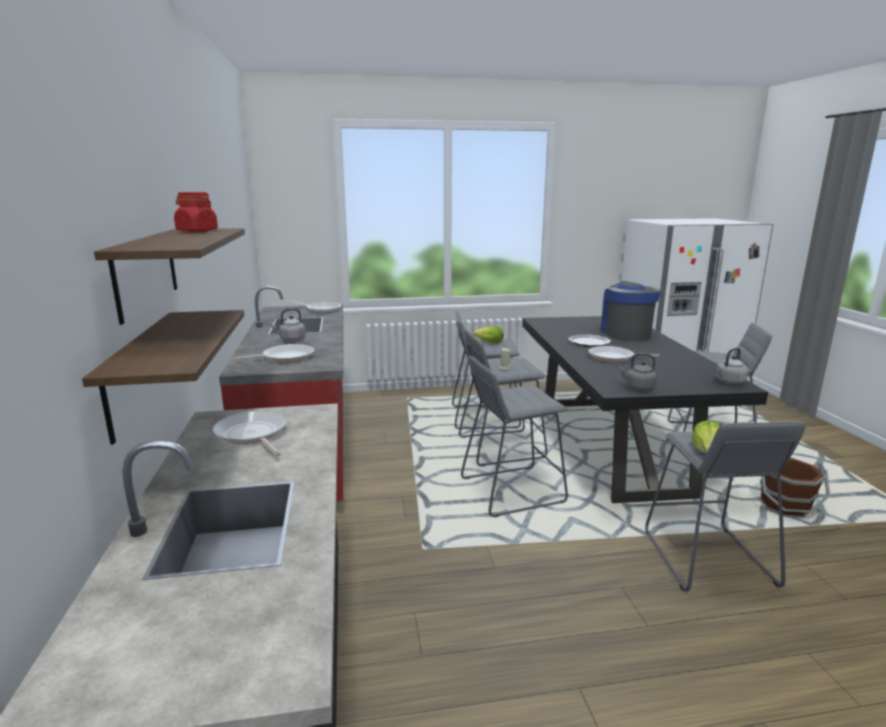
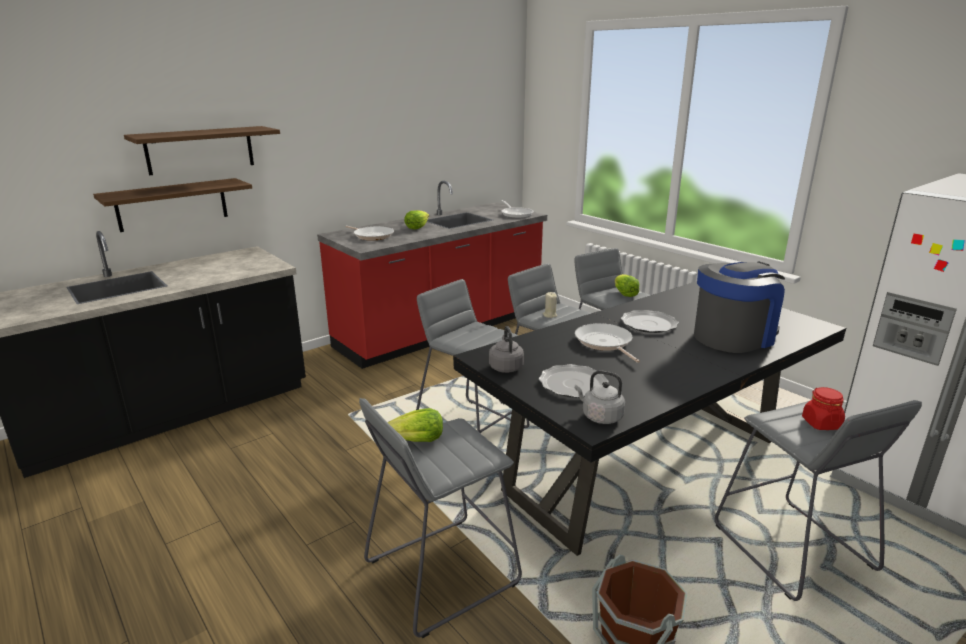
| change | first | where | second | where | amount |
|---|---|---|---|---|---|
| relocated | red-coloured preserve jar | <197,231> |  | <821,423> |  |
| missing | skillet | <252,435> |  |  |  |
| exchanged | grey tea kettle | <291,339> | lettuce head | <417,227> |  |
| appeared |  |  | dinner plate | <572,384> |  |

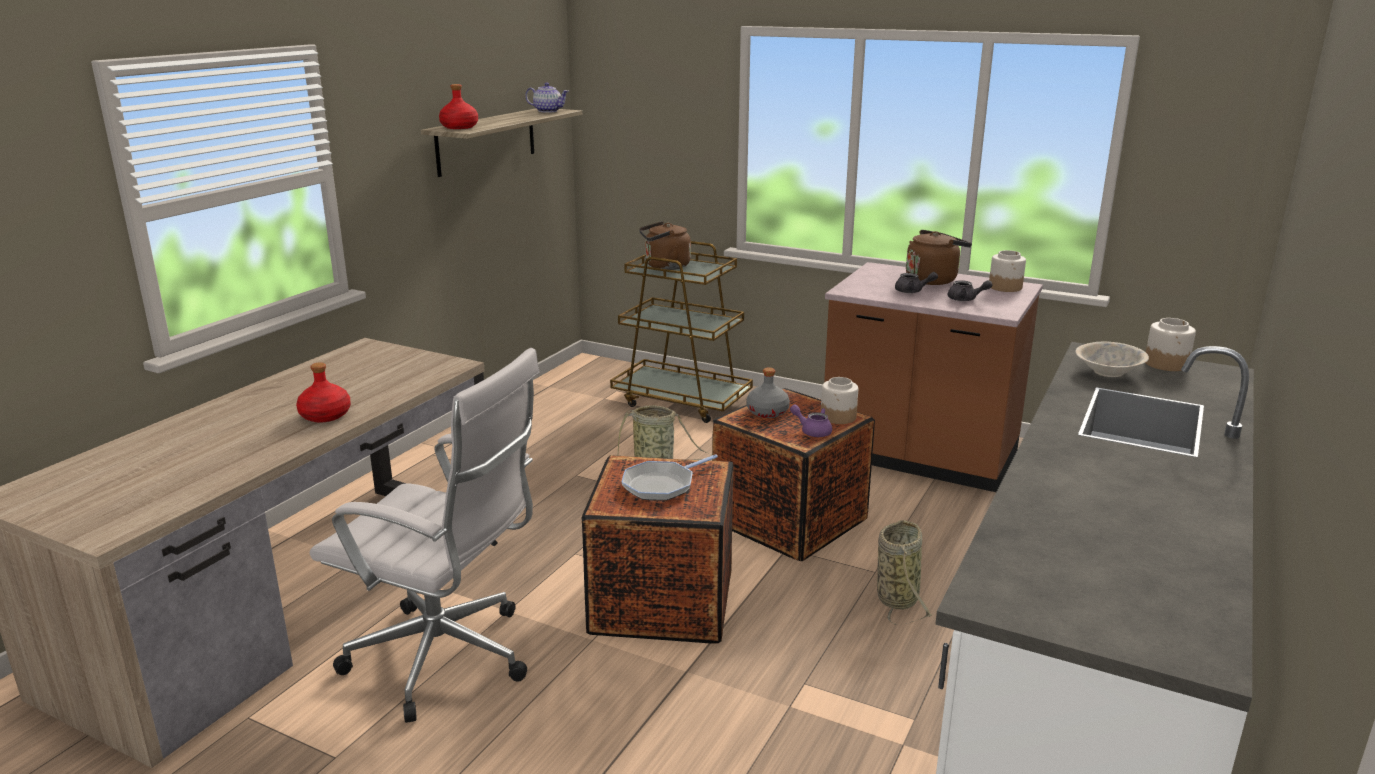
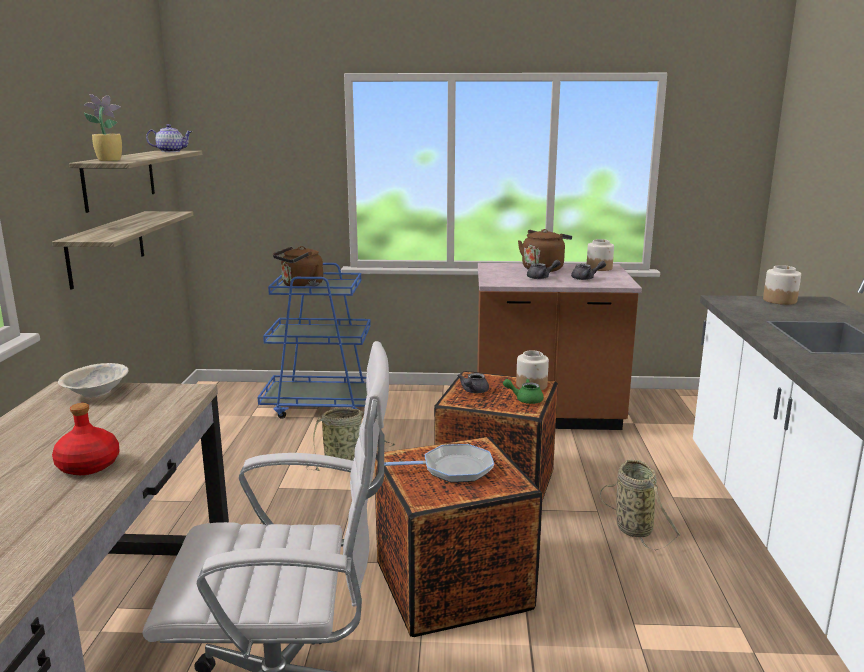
| change | first | where | second | where | amount |
|---|---|---|---|---|---|
| exchanged | red-coloured drink bottle | <459,127> | houseplant | <108,160> |  |
| colour | brownish cart | <682,401> | blue-coloured cart | <323,406> |  |
| spun | skillet | <661,485> |  | <453,469> | 120 degrees counterclockwise |
| exchanged | grey drink bottle | <767,412> | grey pot for tea | <473,391> |  |
| colour | purple pot for tea | <812,431> | green pot for tea | <525,399> |  |
| relocated | sand-coloured deep dish | <1109,372> |  | <96,392> |  |
| appeared |  |  | shelf | <107,247> |  |

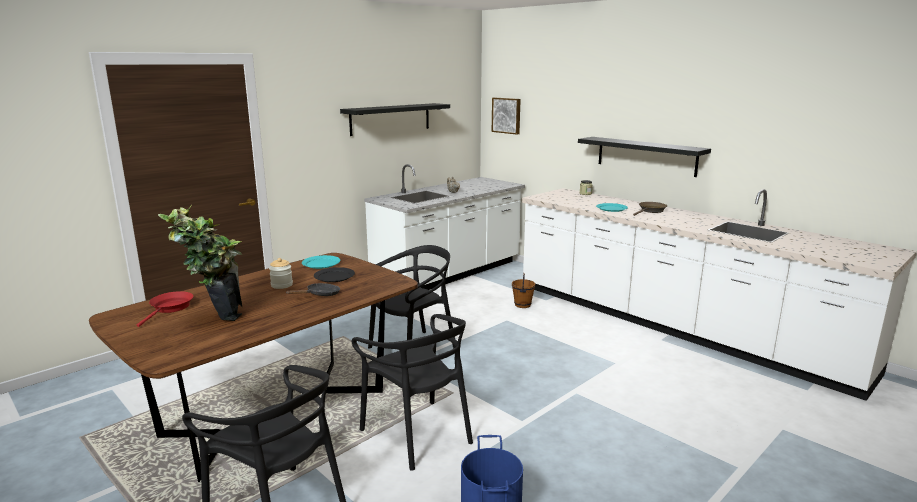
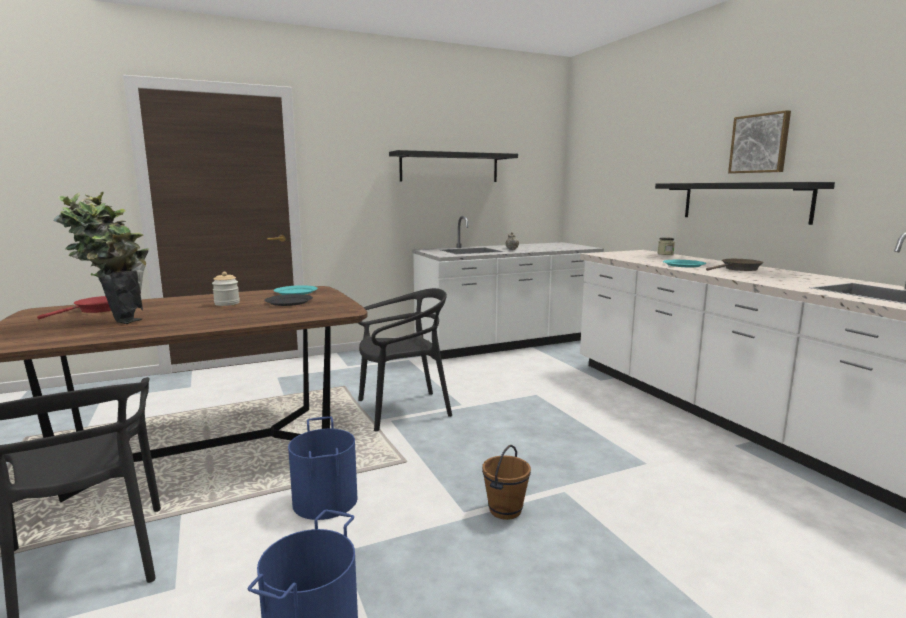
| change | first | where | second | where | amount |
|---|---|---|---|---|---|
| missing | black-coloured skillet | <320,295> |  |  |  |
| exchanged | black-coloured upright chair | <417,434> | blue-coloured water bucket | <324,501> |  |
| relocated | wall art | <507,115> |  | <760,143> |  |
| relocated | brownish water bucket | <523,305> |  | <506,510> |  |

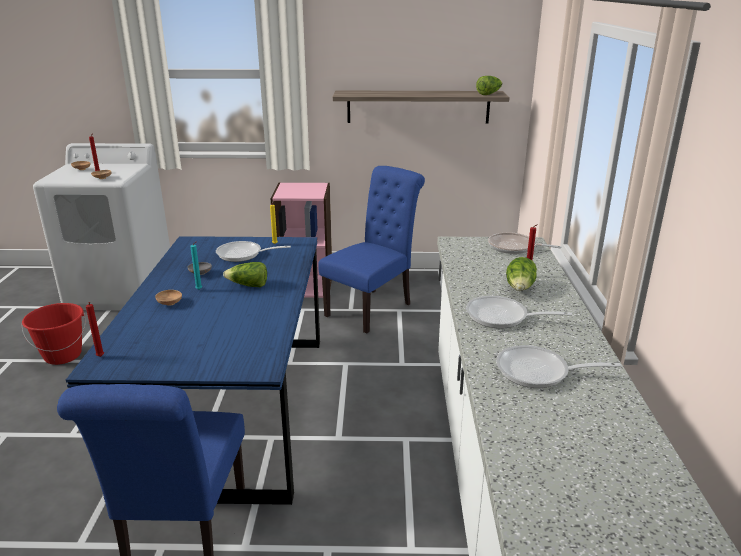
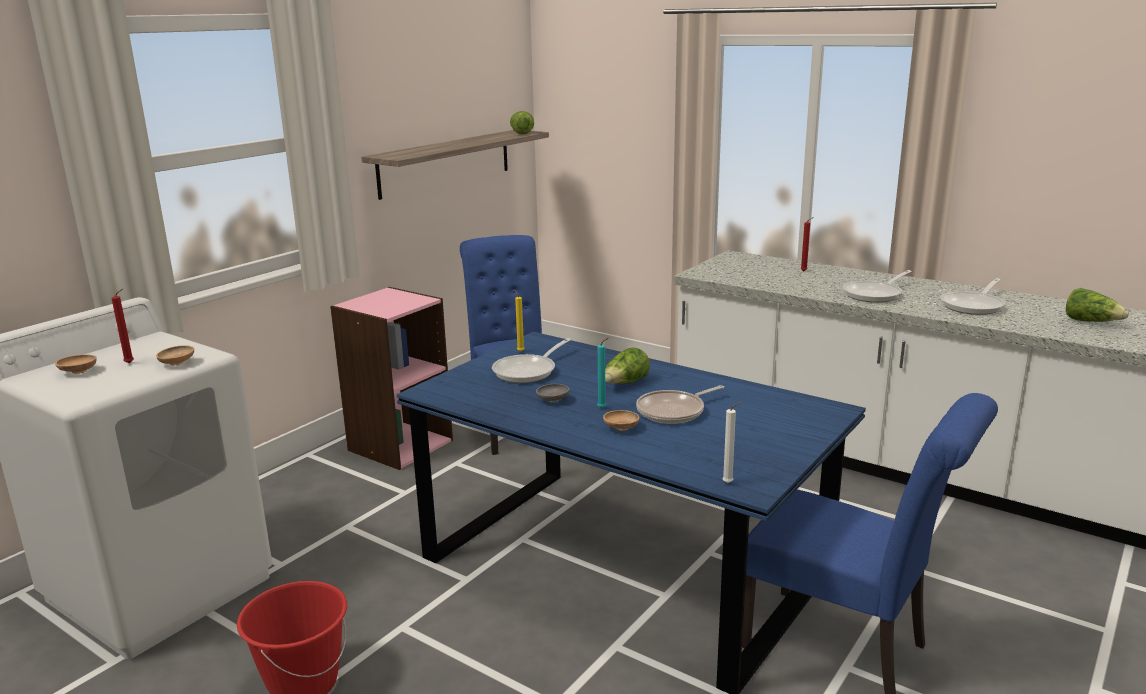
| change | first | where | second | where | amount |
|---|---|---|---|---|---|
| colour | red-coloured wax candle | <100,357> | white wax candle | <729,483> |  |
| relocated | skillet | <514,247> |  | <674,411> |  |
| relocated | lettuce head | <520,288> |  | <1091,322> |  |

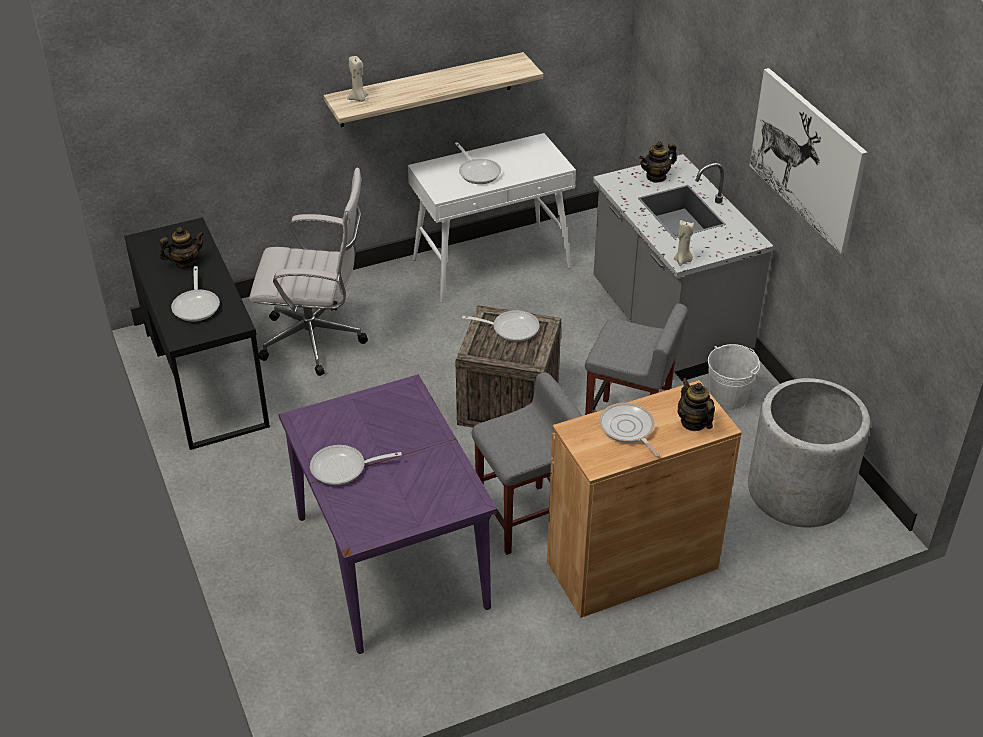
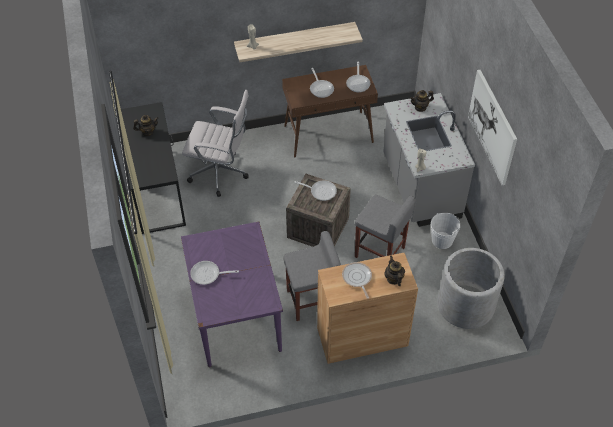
| change | first | where | second | where | amount |
|---|---|---|---|---|---|
| relocated | skillet | <197,305> |  | <358,83> |  |
| colour | white narrow table | <492,263> | brownish narrow table | <329,134> |  |

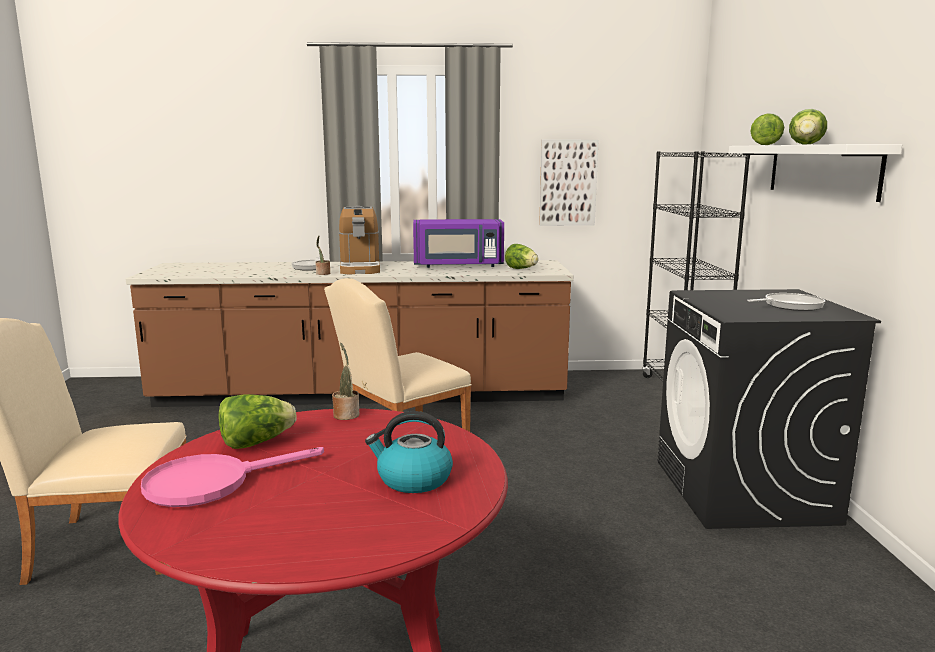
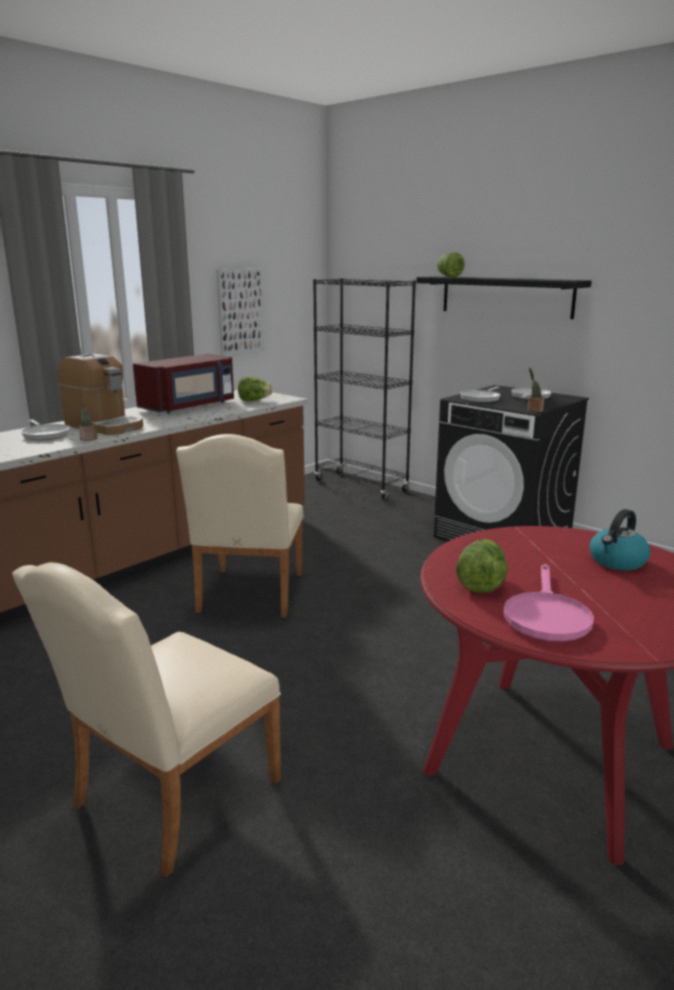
| change | first | where | second | where | amount |
|---|---|---|---|---|---|
| relocated | houseplant | <346,414> |  | <533,410> |  |
| colour | purple kitchen microwave | <458,265> | red-coloured kitchen microwave | <189,406> |  |
| colour | white shelf | <821,170> | black-coloured shelf | <506,296> |  |
| missing | lettuce head | <806,144> |  |  |  |
| appeared |  |  | skillet | <481,398> |  |

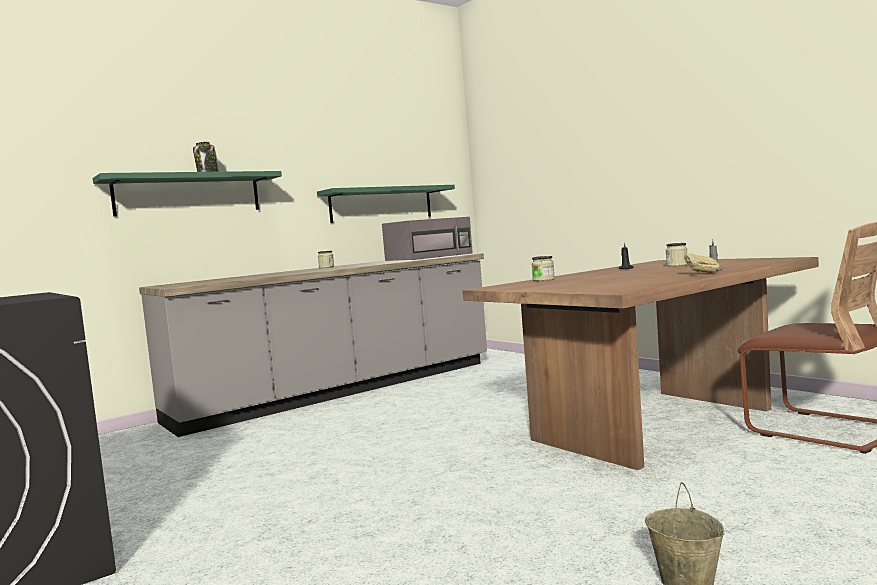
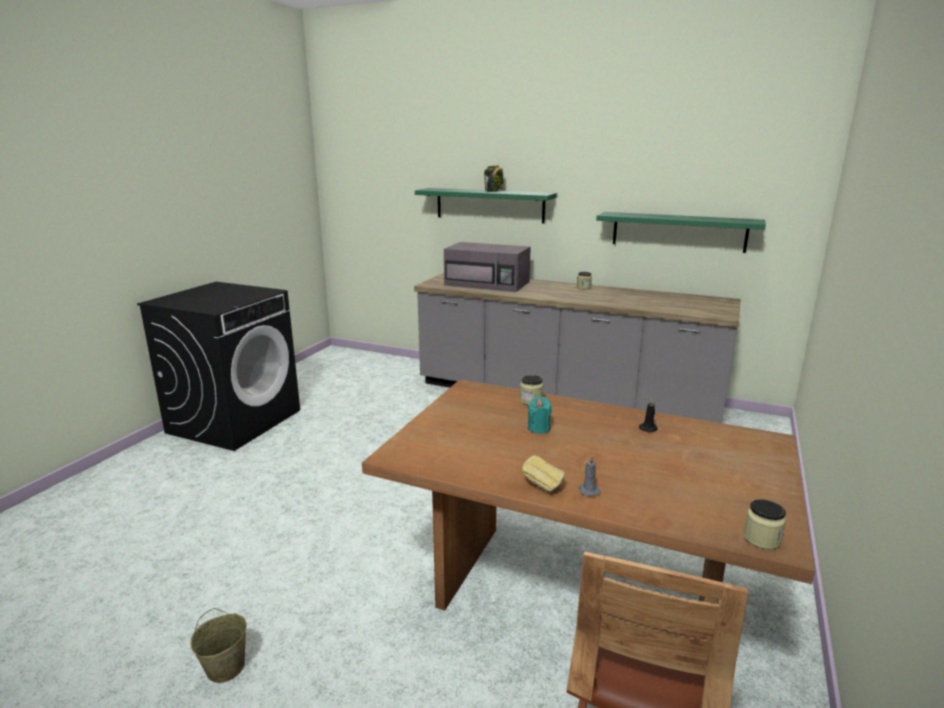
| change | first | where | second | where | amount |
|---|---|---|---|---|---|
| relocated | grey kitchen microwave | <430,257> |  | <488,283> |  |
| relocated | preserve jar | <677,265> |  | <761,539> |  |
| appeared |  |  | blue-green wax candle | <538,428> |  |

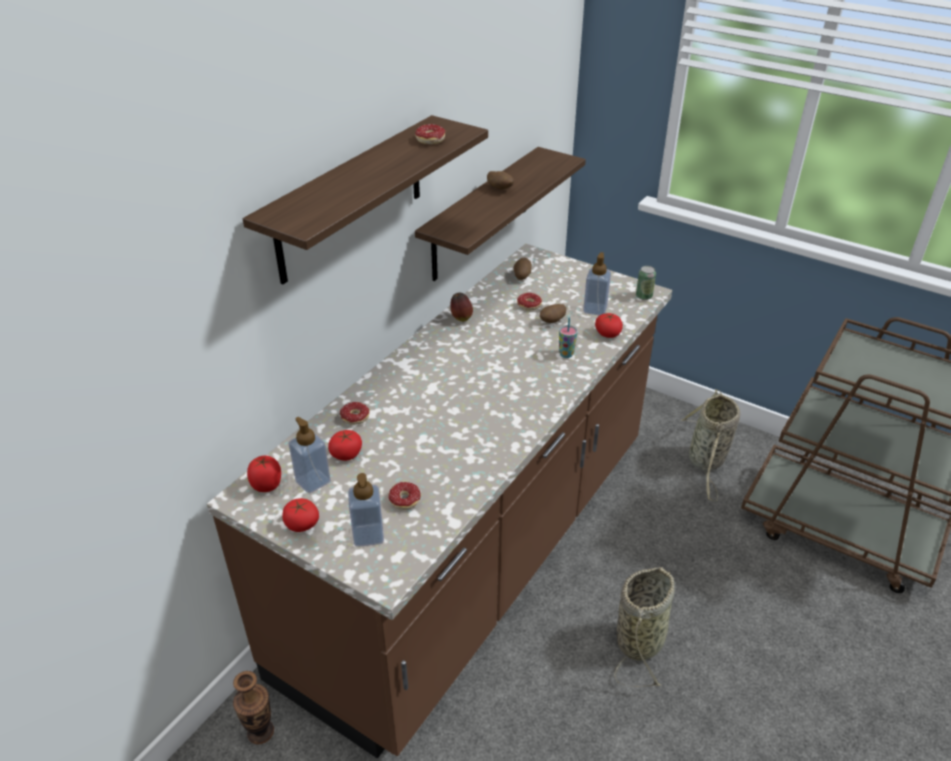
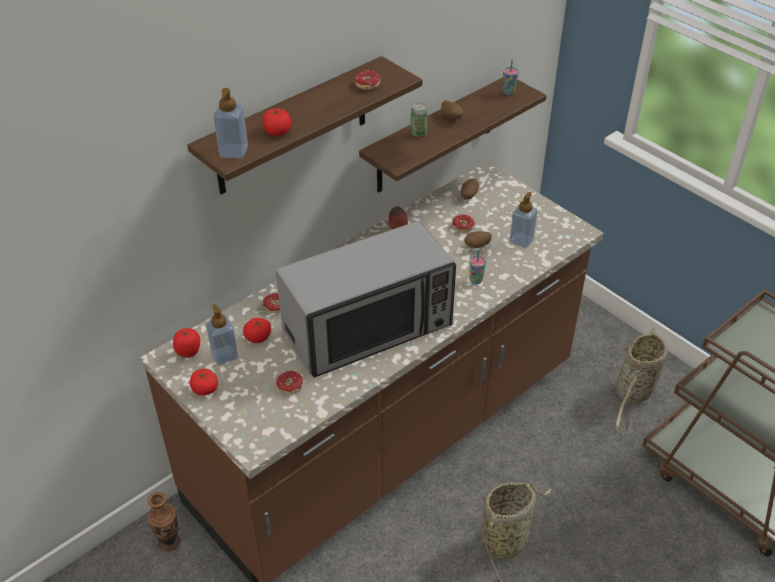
| change | first | where | second | where | amount |
|---|---|---|---|---|---|
| relocated | soap bottle | <368,535> |  | <233,151> |  |
| relocated | tomato | <608,333> |  | <277,131> |  |
| relocated | can | <644,296> |  | <418,133> |  |
| appeared |  |  | kitchen microwave | <369,328> |  |
| appeared |  |  | cup | <508,92> |  |

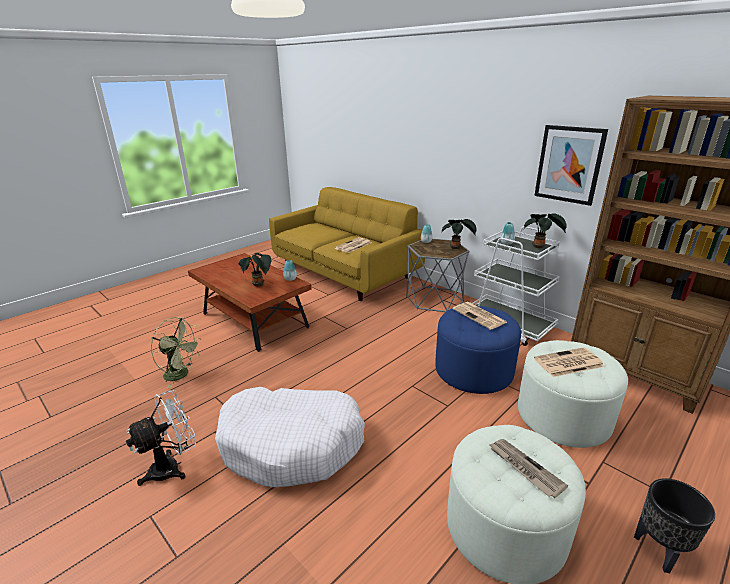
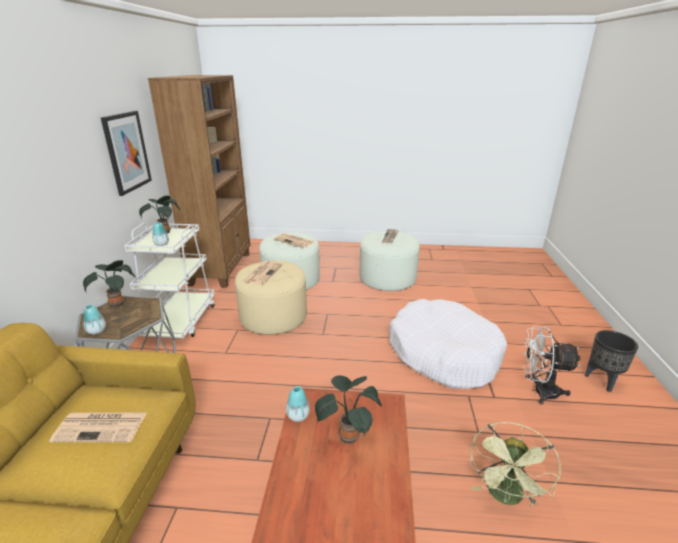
| change | first | where | second | where | amount |
|---|---|---|---|---|---|
| spun | green cooling fan | <181,375> |  | <505,497> | 135 degrees counterclockwise |
| colour | blue-coloured footrest | <473,370> | sand-coloured footrest | <273,316> |  |
| relocated | black-coloured flower pot | <659,551> |  | <602,381> |  |

